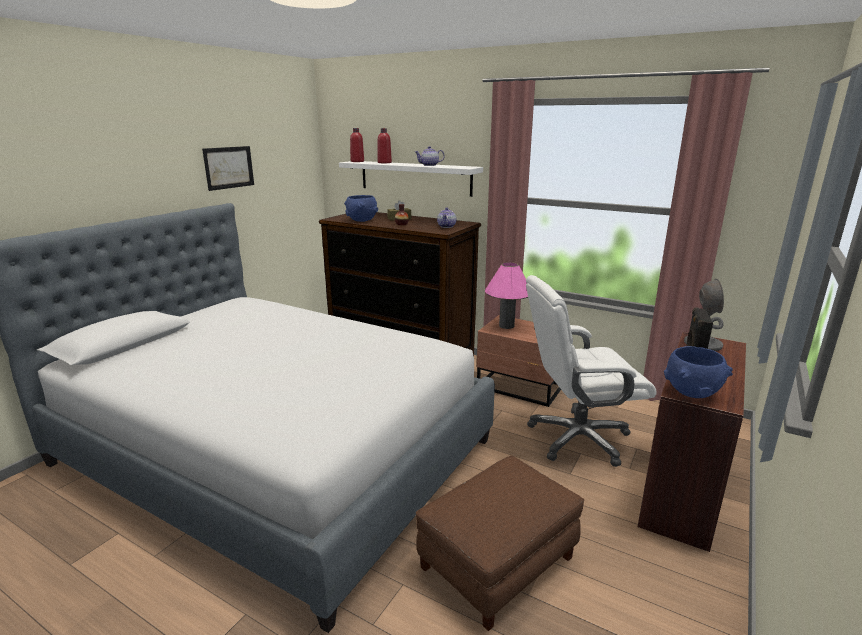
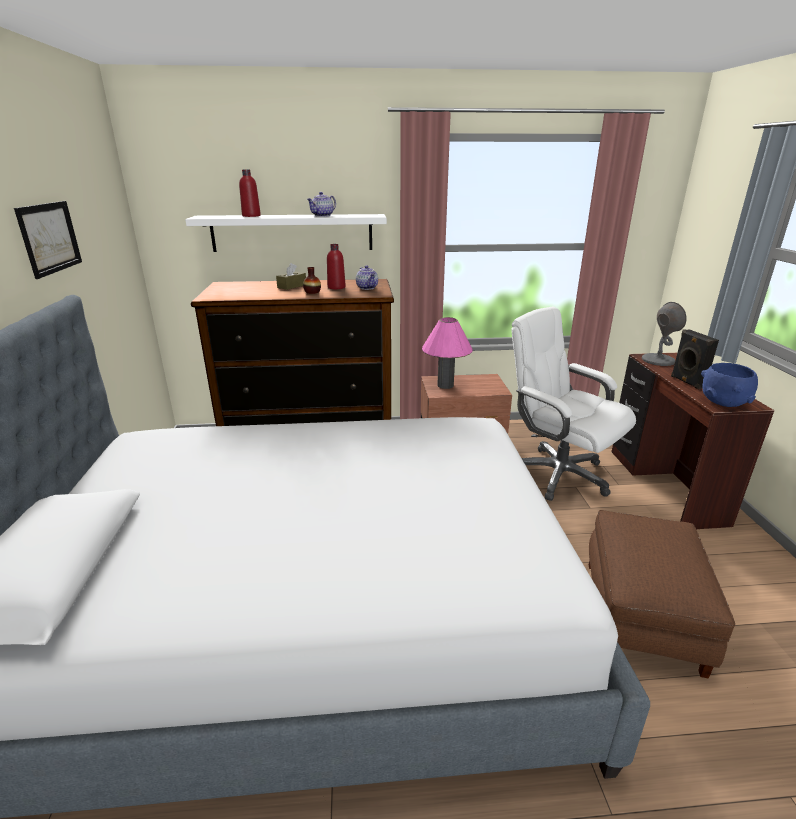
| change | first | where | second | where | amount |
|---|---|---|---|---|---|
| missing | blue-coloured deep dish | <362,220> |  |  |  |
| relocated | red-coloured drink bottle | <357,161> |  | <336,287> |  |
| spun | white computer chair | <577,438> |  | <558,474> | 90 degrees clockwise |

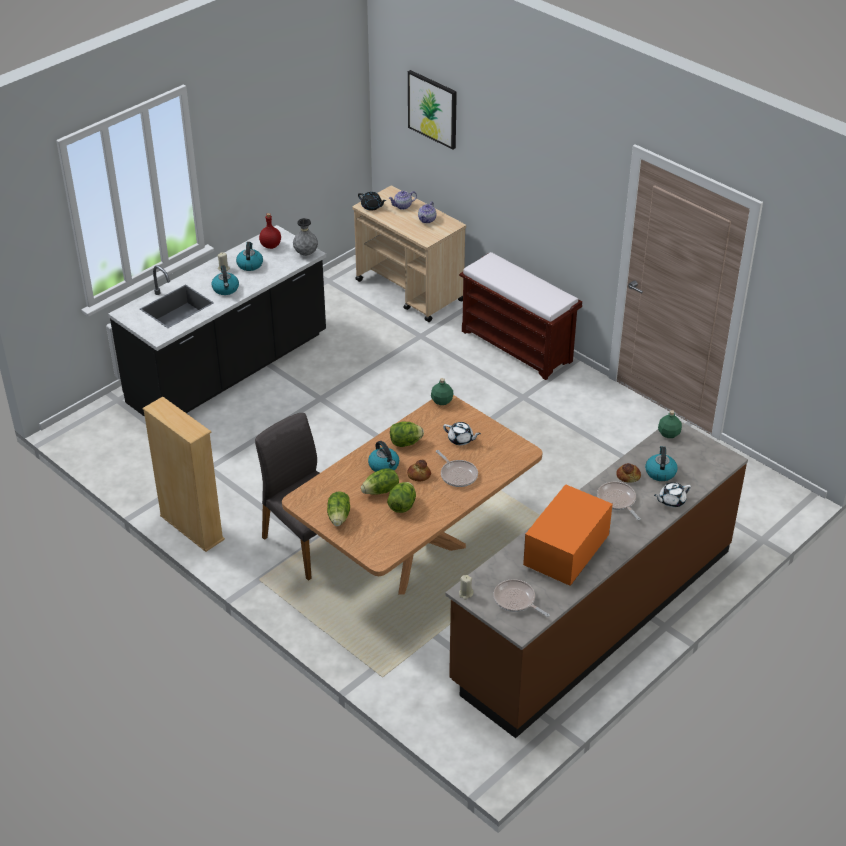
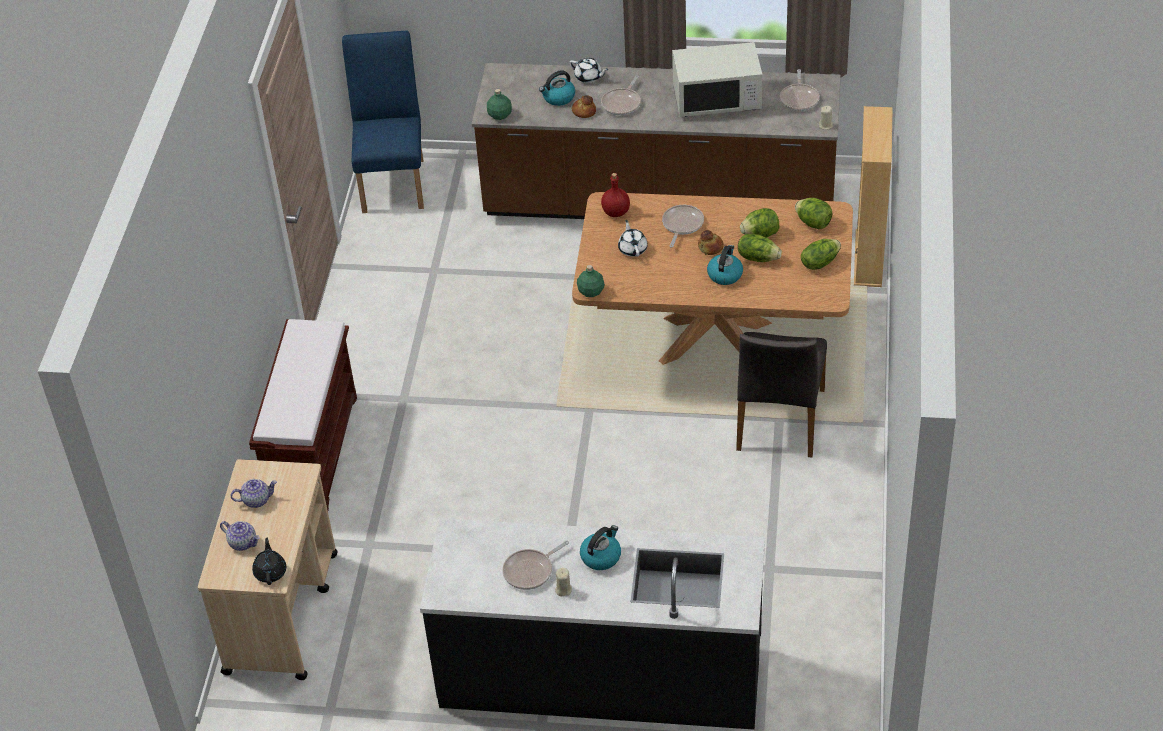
| change | first | where | second | where | amount |
|---|---|---|---|---|---|
| relocated | sand-coloured bookshelf | <191,528> |  | <868,258> |  |
| exchanged | tea kettle | <250,264> | skillet | <531,571> |  |
| relocated | red-coloured drink bottle | <271,246> |  | <616,212> |  |
| missing | grey decorative vase | <306,253> |  |  |  |
| relocated | lettuce head | <405,443> |  | <813,223> |  |
| missing | wall art | <433,109> |  |  |  |
| colour | orange-coloured kitchen microwave | <566,553> | white kitchen microwave | <717,99> |  |
| appeared |  |  | blue-coloured upright chair | <394,181> |  |

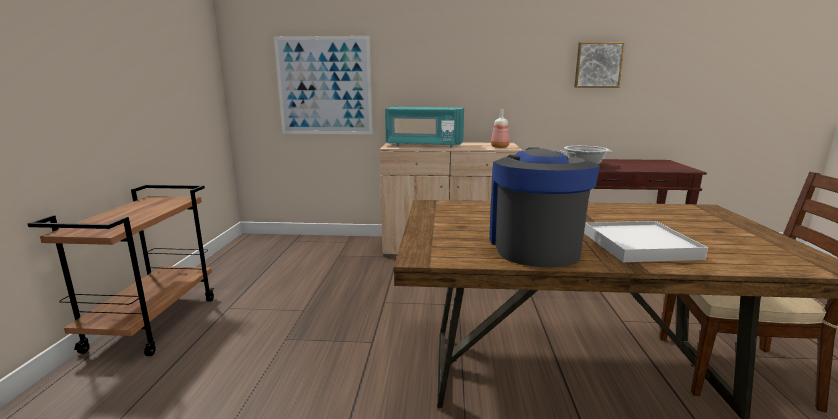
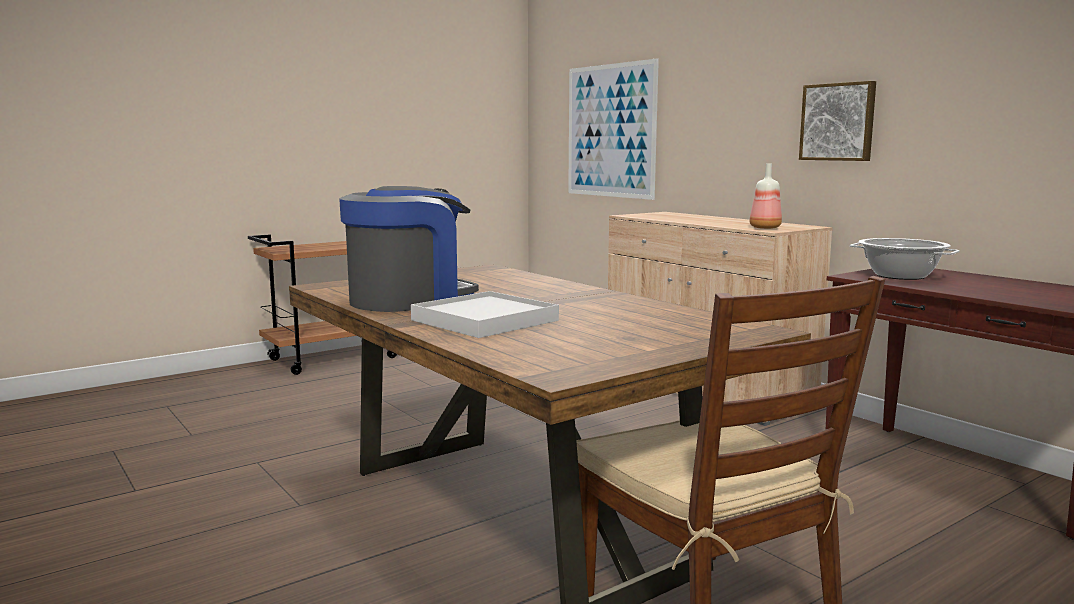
| change | first | where | second | where | amount |
|---|---|---|---|---|---|
| missing | blue-green kitchen microwave | <424,145> |  |  |  |
| relocated | wall art | <598,65> |  | <838,122> |  |

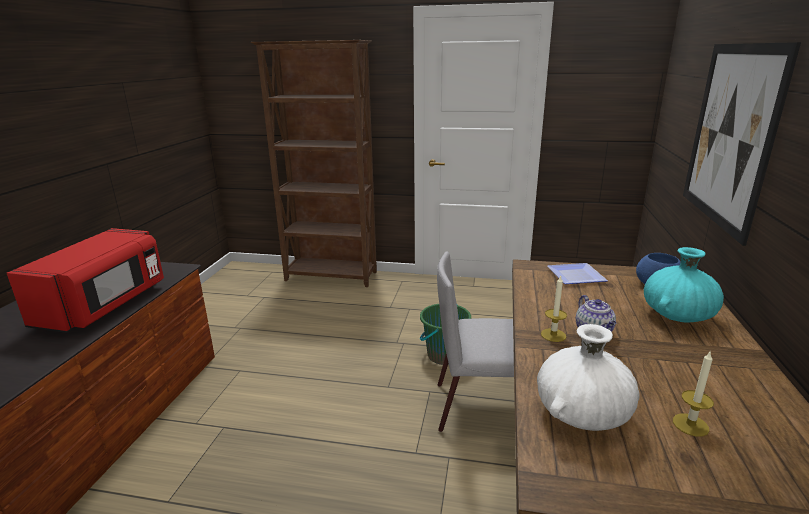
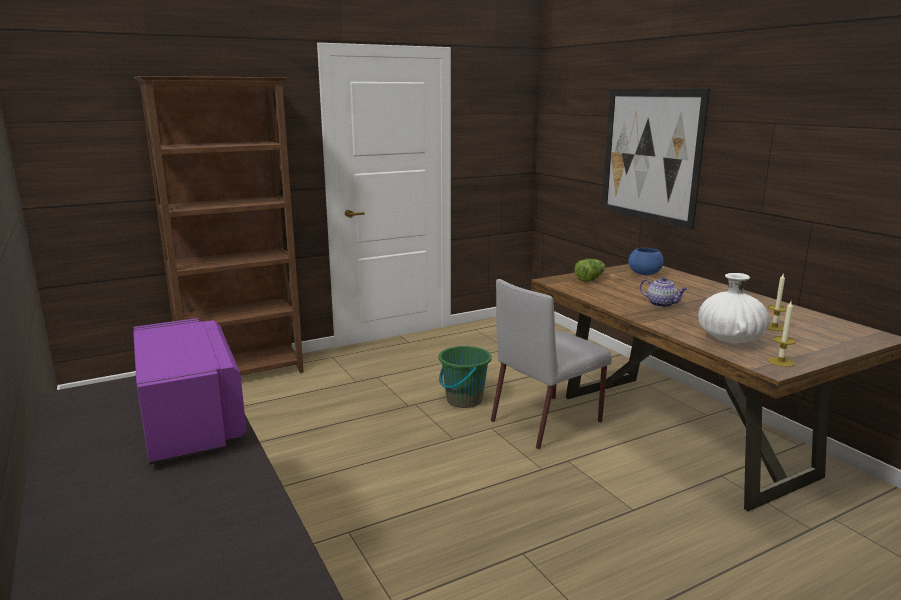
| change | first | where | second | where | amount |
|---|---|---|---|---|---|
| colour | red-coloured kitchen microwave | <105,305> | purple kitchen microwave | <191,421> |  |
| relocated | wax candle | <553,335> |  | <780,362> |  |
| exchanged | dinner plate | <573,275> | lettuce head | <589,279> |  |
| missing | blue-green decorative vase | <677,316> |  |  |  |

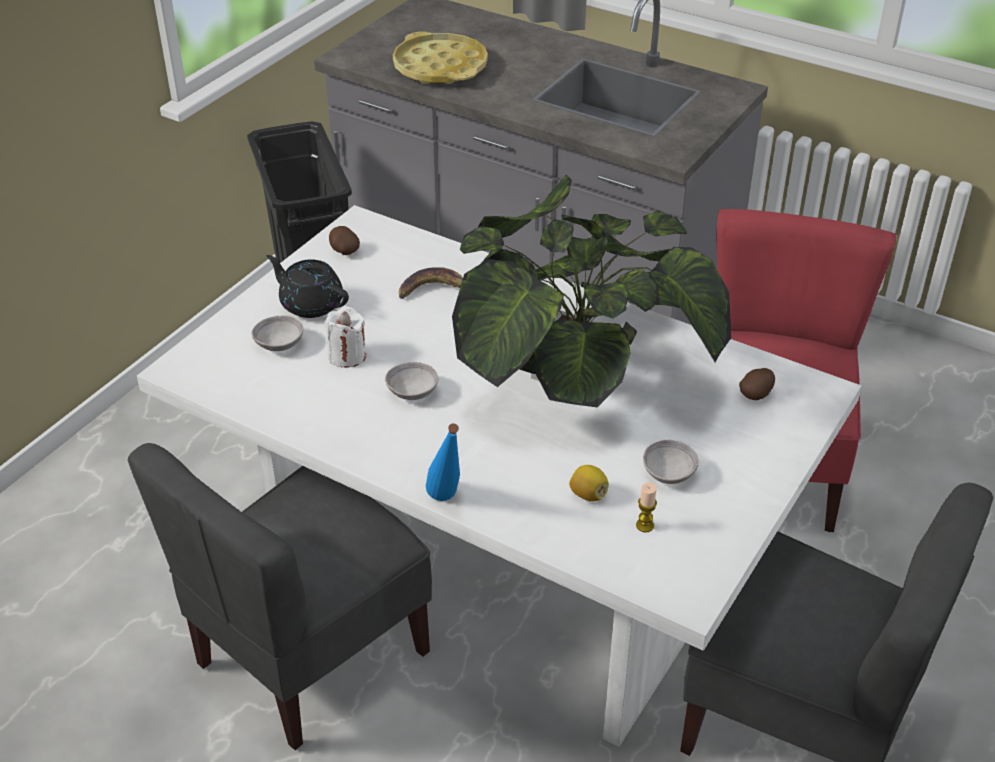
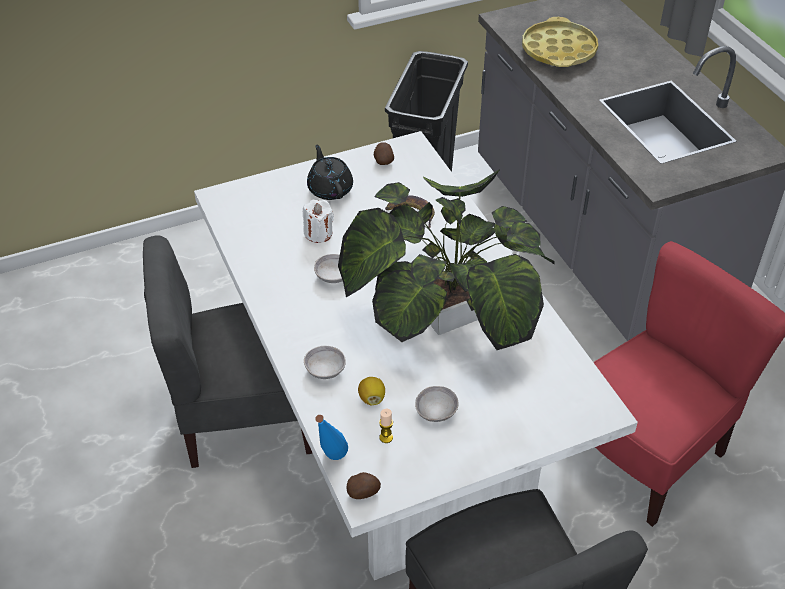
| change | first | where | second | where | amount |
|---|---|---|---|---|---|
| relocated | grey deep dish | <279,344> |  | <325,370> |  |
| relocated | blue-coloured drink bottle | <447,503> |  | <331,462> |  |
| relocated | potato | <757,394> |  | <363,492> |  |

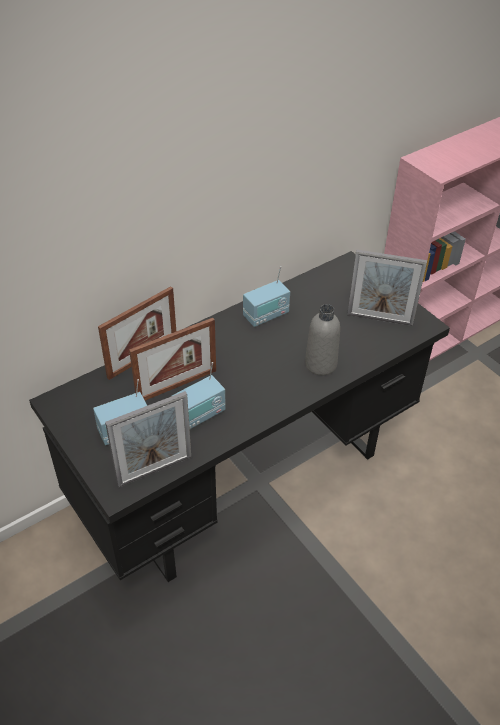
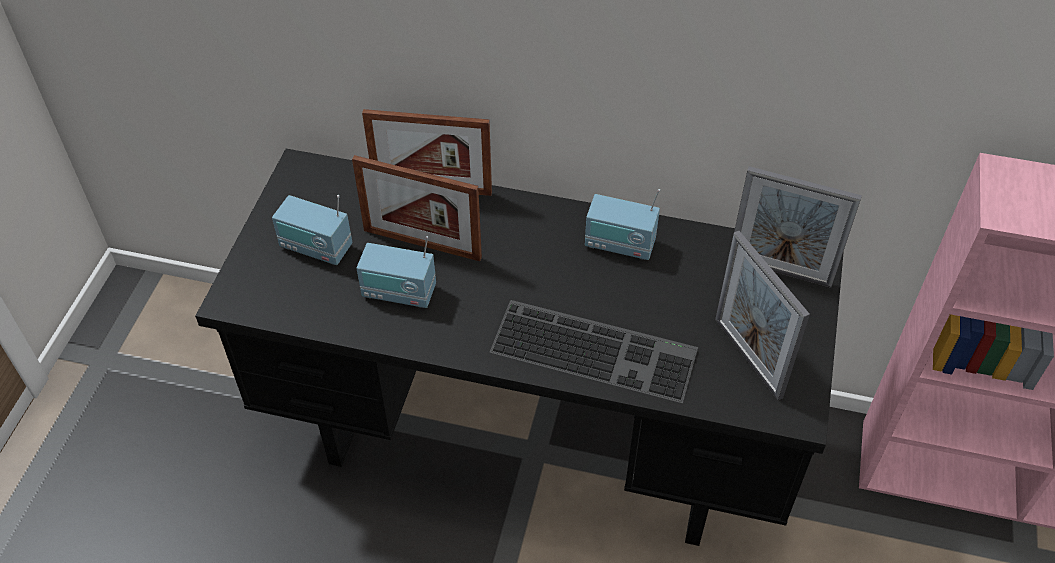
| change | first | where | second | where | amount |
|---|---|---|---|---|---|
| relocated | picture frame | <154,470> |  | <779,271> |  |
| exchanged | grey drink bottle | <320,364> | keyboard | <596,349> |  |

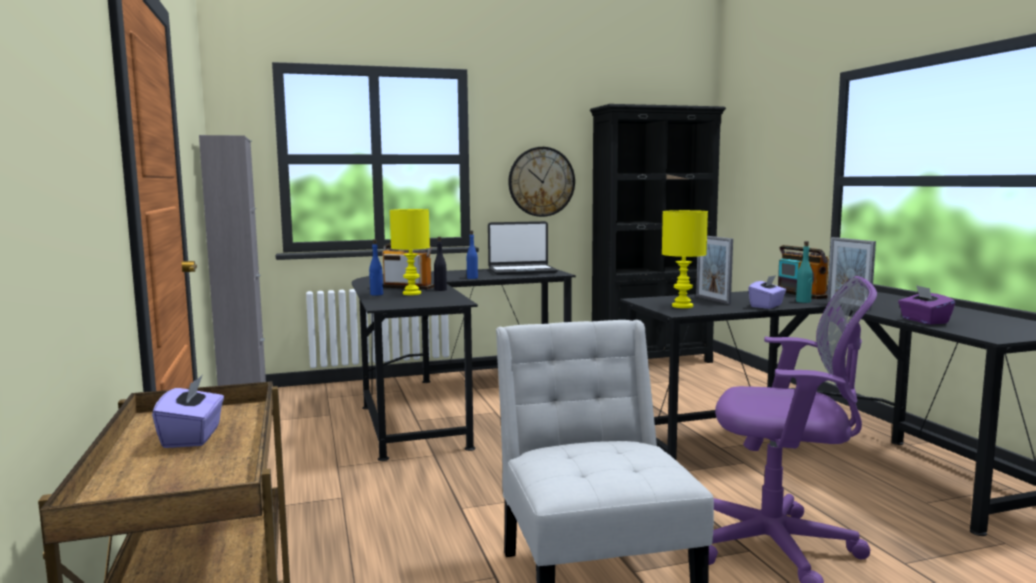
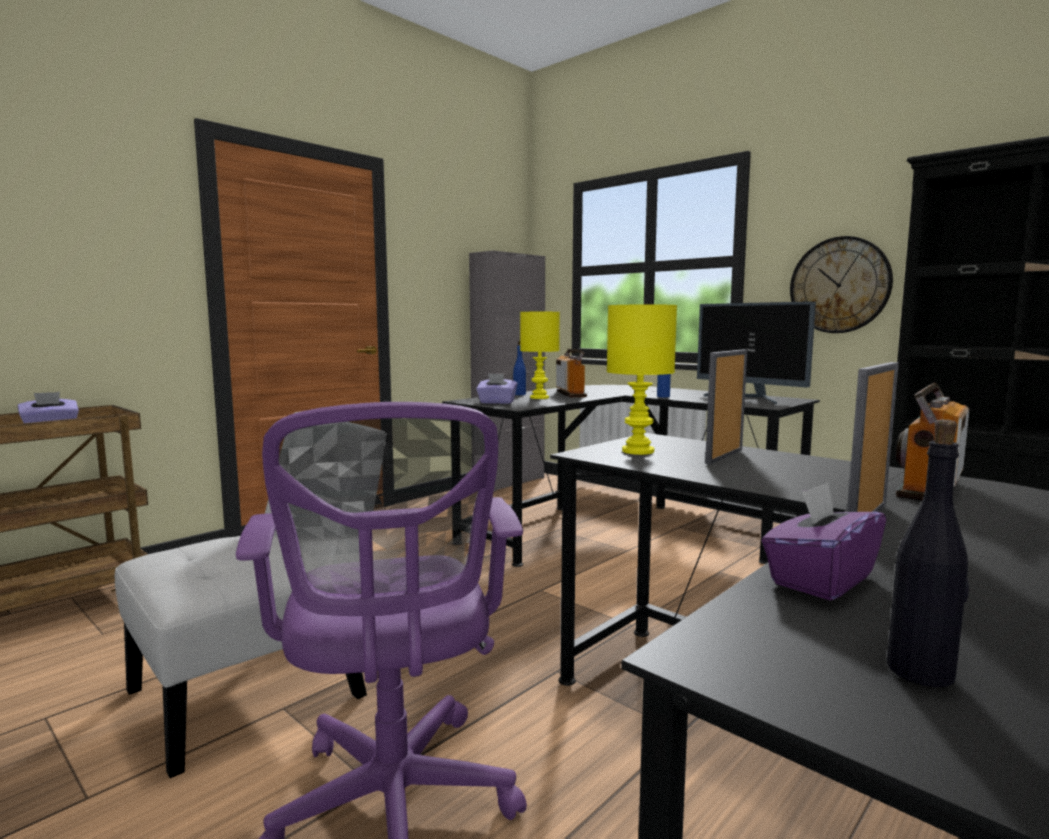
| change | first | where | second | where | amount |
|---|---|---|---|---|---|
| relocated | black-coloured drink bottle | <440,290> |  | <921,671> |  |
| exchanged | notebook computer | <522,271> | computer screen | <750,399> |  |
| relocated | purple tissue holder | <767,306> |  | <497,402> |  |
| missing | blue-green drink bottle | <803,301> |  |  |  |

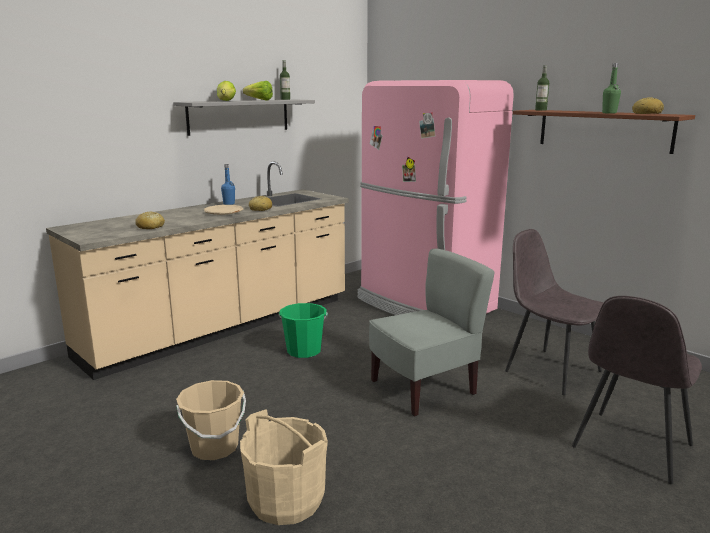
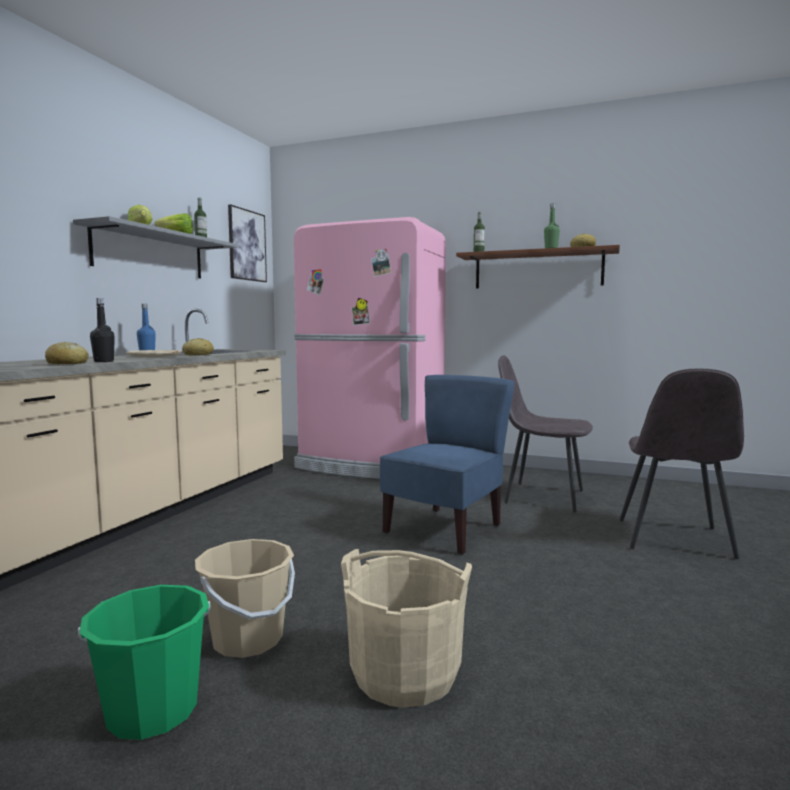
| change | first | where | second | where | amount |
|---|---|---|---|---|---|
| relocated | green water bucket | <304,351> |  | <152,711> |  |
| colour | grey upright chair | <424,389> | blue-coloured upright chair | <445,530> |  |
| appeared |  |  | black-coloured drink bottle | <104,361> |  |
| appeared |  |  | wall art | <247,245> |  |

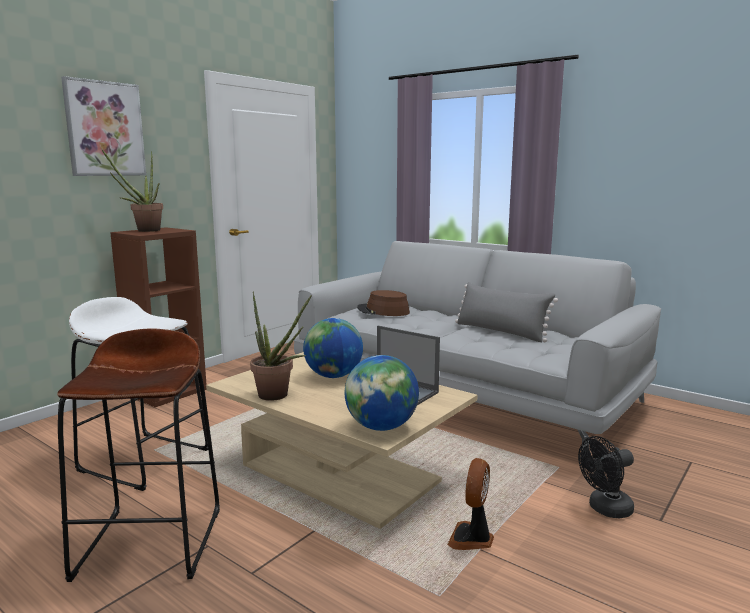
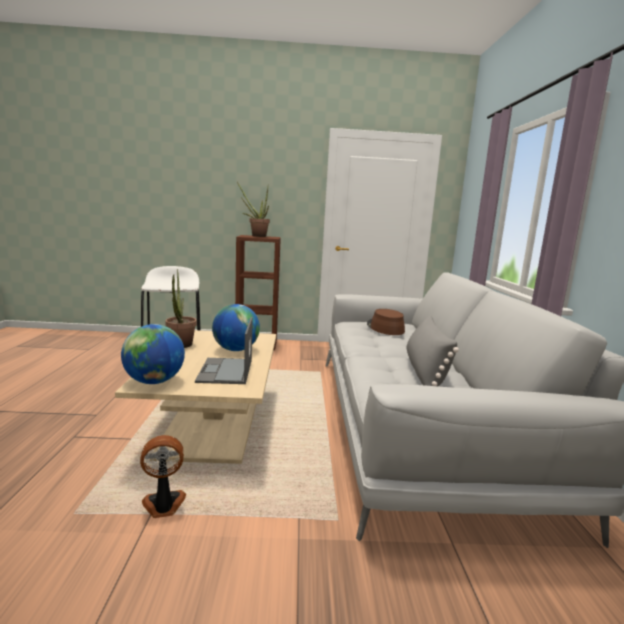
| change | first | where | second | where | amount |
|---|---|---|---|---|---|
| missing | brownish sitting stool | <151,542> |  |  |  |
| missing | wall art | <104,129> |  |  |  |
| missing | black-coloured cooling fan | <605,509> |  |  |  |

